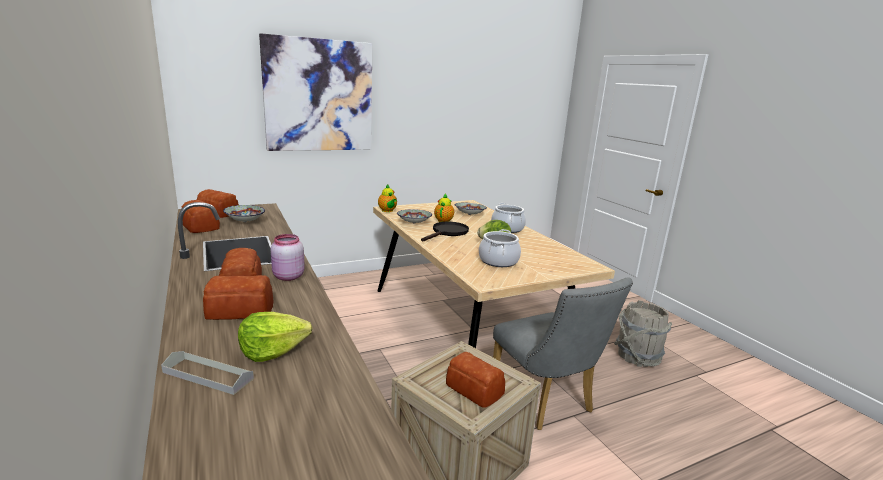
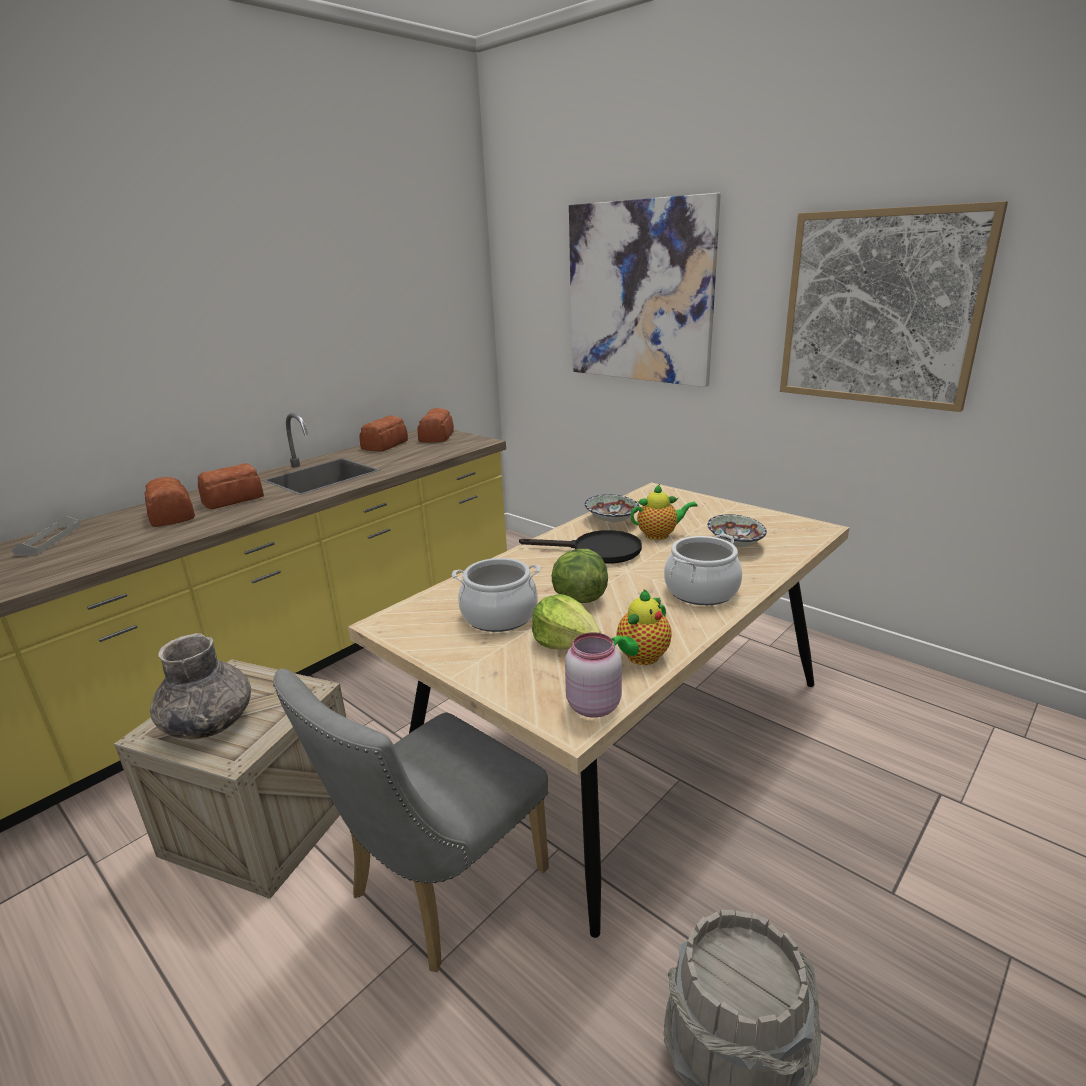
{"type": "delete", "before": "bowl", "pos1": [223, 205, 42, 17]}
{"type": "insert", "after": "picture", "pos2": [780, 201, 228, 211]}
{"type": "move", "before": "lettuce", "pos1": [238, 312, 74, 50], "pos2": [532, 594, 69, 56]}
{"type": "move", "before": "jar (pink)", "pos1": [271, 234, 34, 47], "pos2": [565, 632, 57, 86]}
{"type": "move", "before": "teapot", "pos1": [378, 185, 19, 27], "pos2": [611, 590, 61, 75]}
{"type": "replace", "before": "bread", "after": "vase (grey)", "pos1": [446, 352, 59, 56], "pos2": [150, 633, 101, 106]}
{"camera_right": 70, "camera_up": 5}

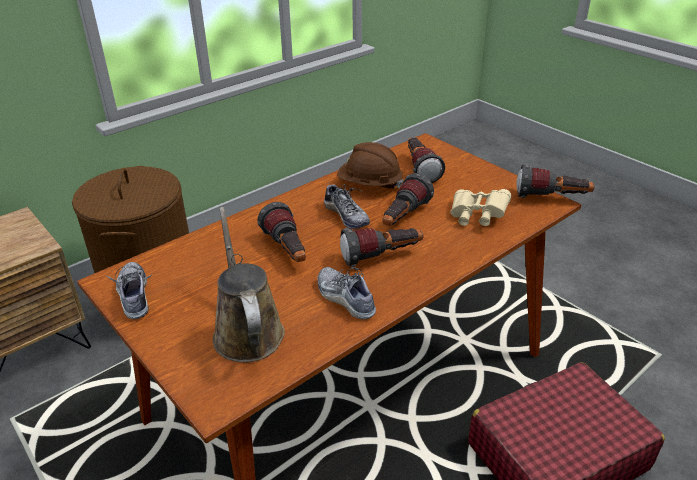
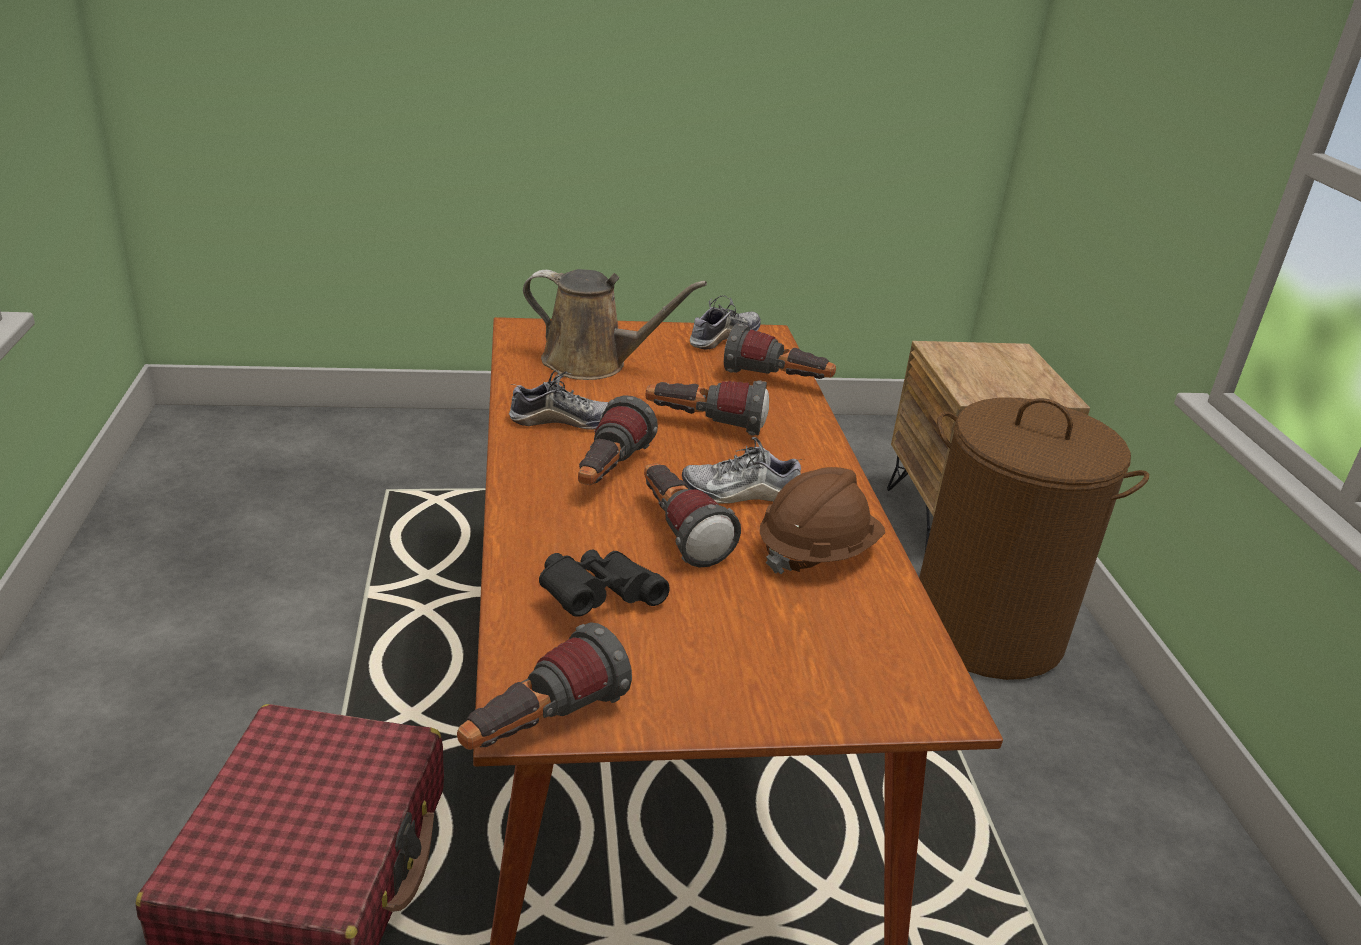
{"type": "move", "before": "flashlight", "pos1": [408, 137, 37, 46], "pos2": [724, 323, 112, 56]}
{"type": "recolor", "before": "binoculars (beige)", "after": "binoculars (black)", "pos1": [451, 189, 60, 37], "pos2": [539, 550, 131, 67]}
{"type": "rotate", "before": "shoe", "pos1": [107, 262, 45, 57], "pos2": [690, 295, 71, 55], "turn": -60}
{"camera_right": 120, "camera_up": -5}

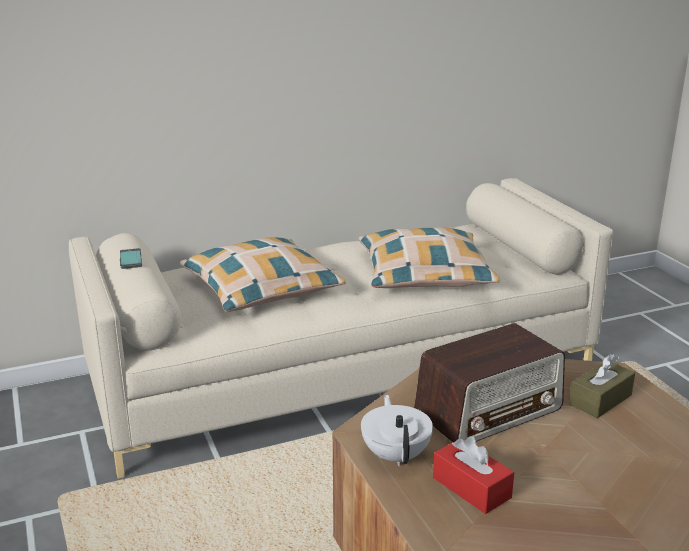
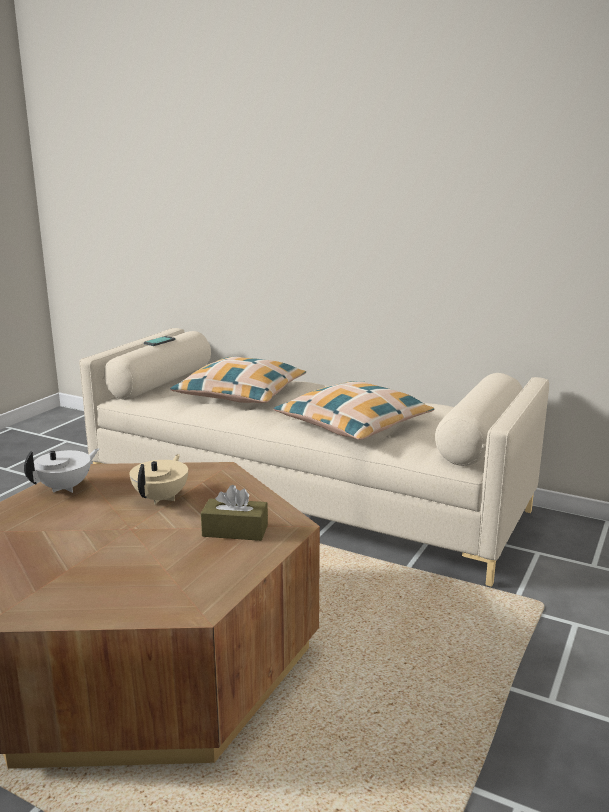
{"type": "delete", "before": "tissue box (red)", "pos1": [433, 436, 81, 78]}
{"type": "replace", "before": "radio", "after": "teapot (beige)", "pos1": [414, 323, 151, 119], "pos2": [130, 454, 58, 51]}
{"camera_right": 50, "camera_up": -5}

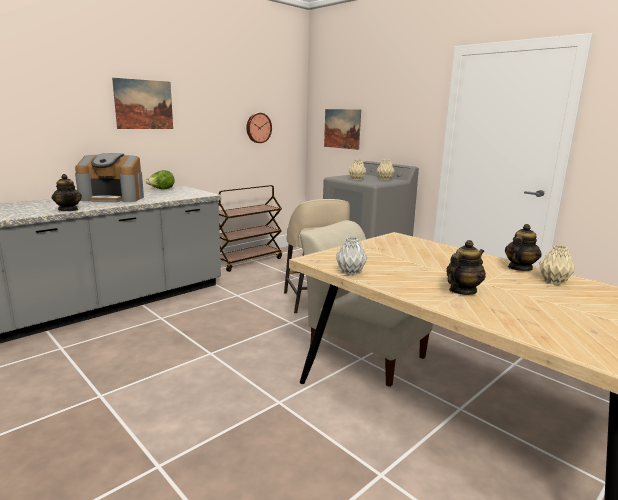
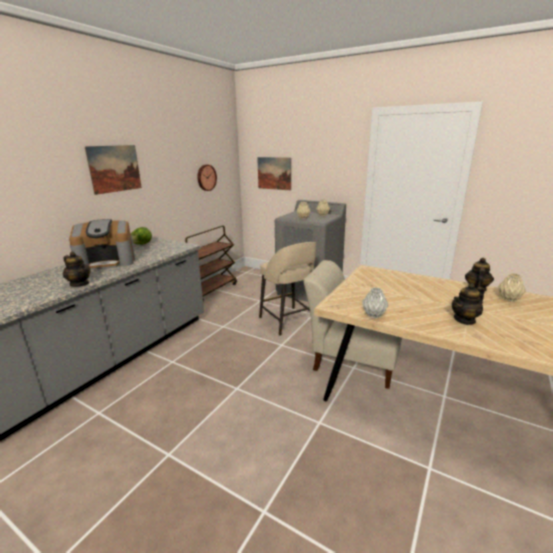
{"type": "rotate", "before": "teapot", "pos1": [446, 240, 40, 55], "pos2": [452, 283, 33, 42], "turn": -150}
{"camera_right": -15, "camera_up": 5}

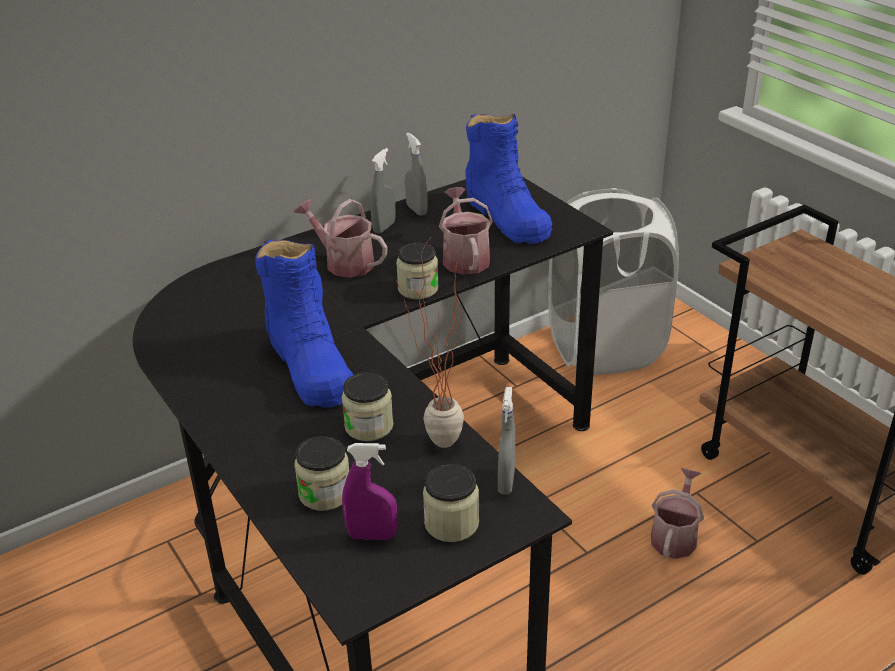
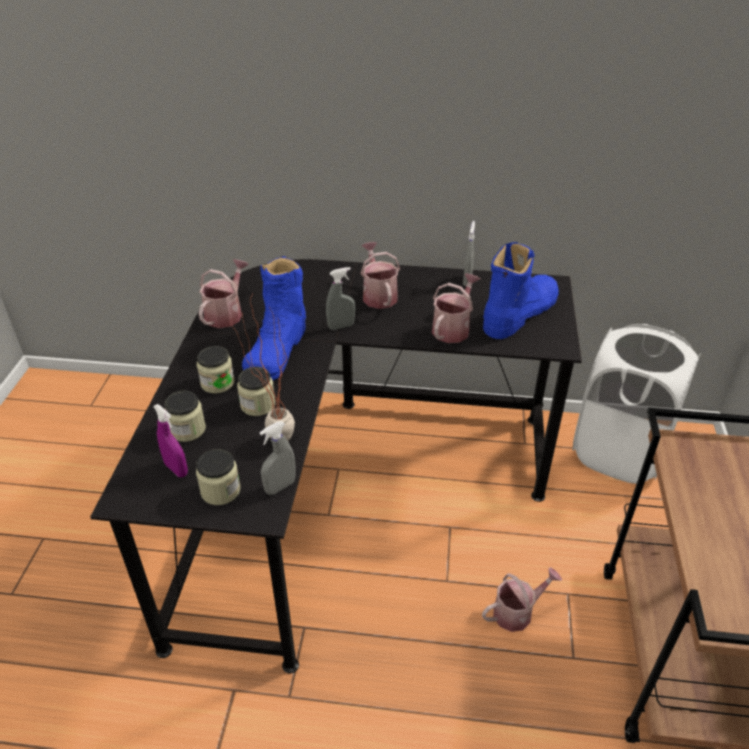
{"type": "insert", "after": "watering can", "pos2": [199, 259, 50, 69]}
{"type": "move", "before": "spray bottle (grey)", "pos1": [370, 148, 25, 86], "pos2": [326, 267, 29, 63]}
{"type": "move", "before": "jar", "pos1": [396, 242, 43, 57], "pos2": [197, 346, 38, 48]}
{"type": "rotate", "before": "boot (blue)", "pos1": [466, 114, 86, 130], "pos2": [483, 242, 76, 97], "turn": -150}
{"camera_right": 40, "camera_up": 5}

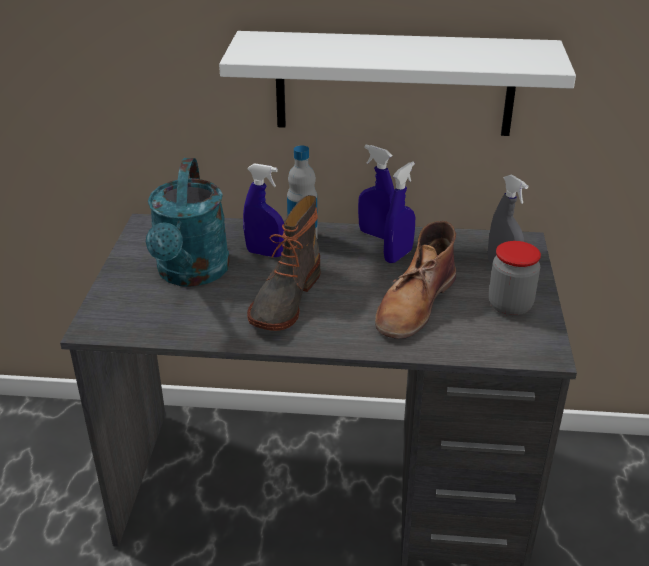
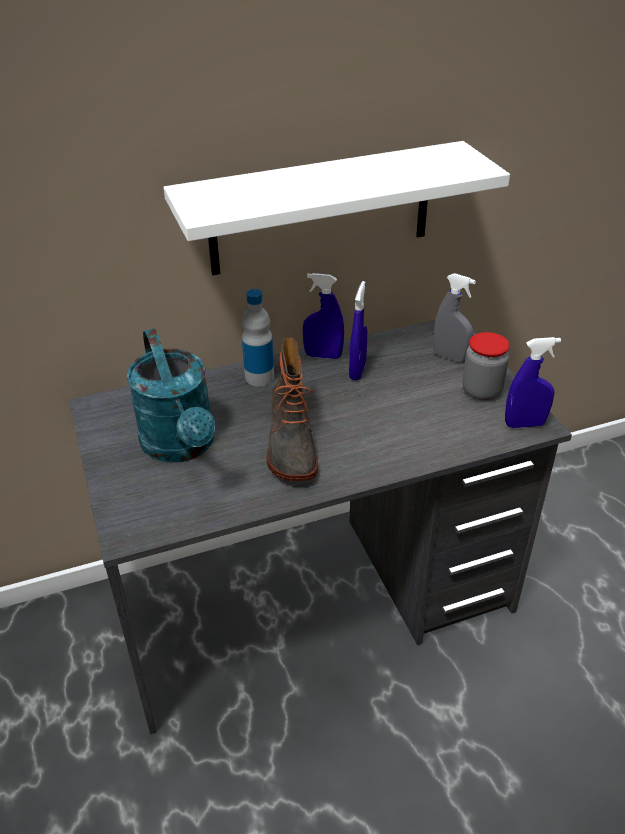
{"type": "delete", "before": "boot (brown)", "pos1": [375, 221, 81, 118]}
{"type": "move", "before": "spray bottle (blue)", "pos1": [243, 163, 41, 94], "pos2": [505, 337, 56, 91]}
{"camera_right": -25, "camera_up": 5}

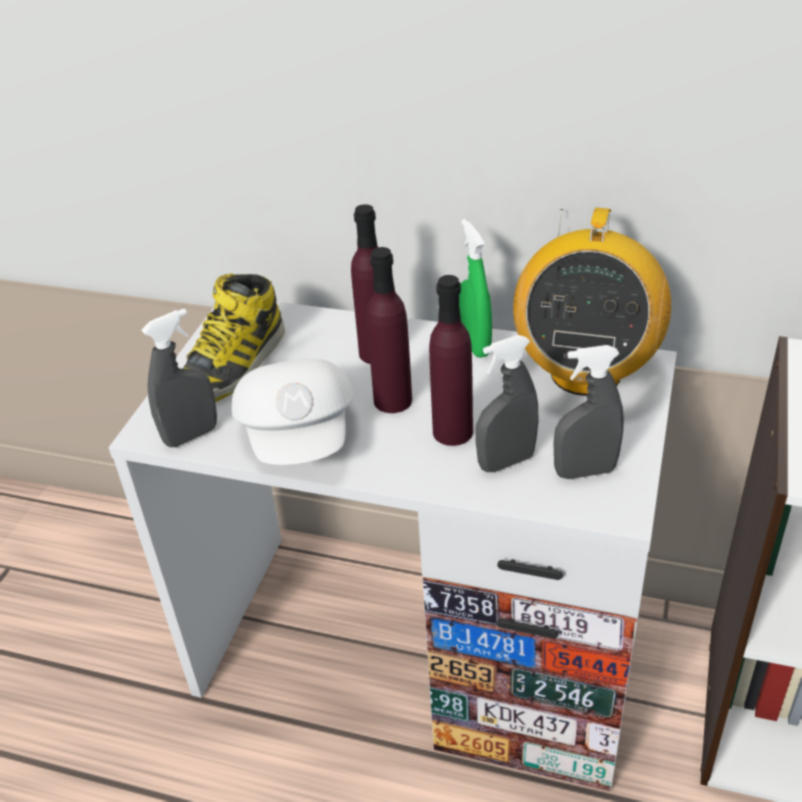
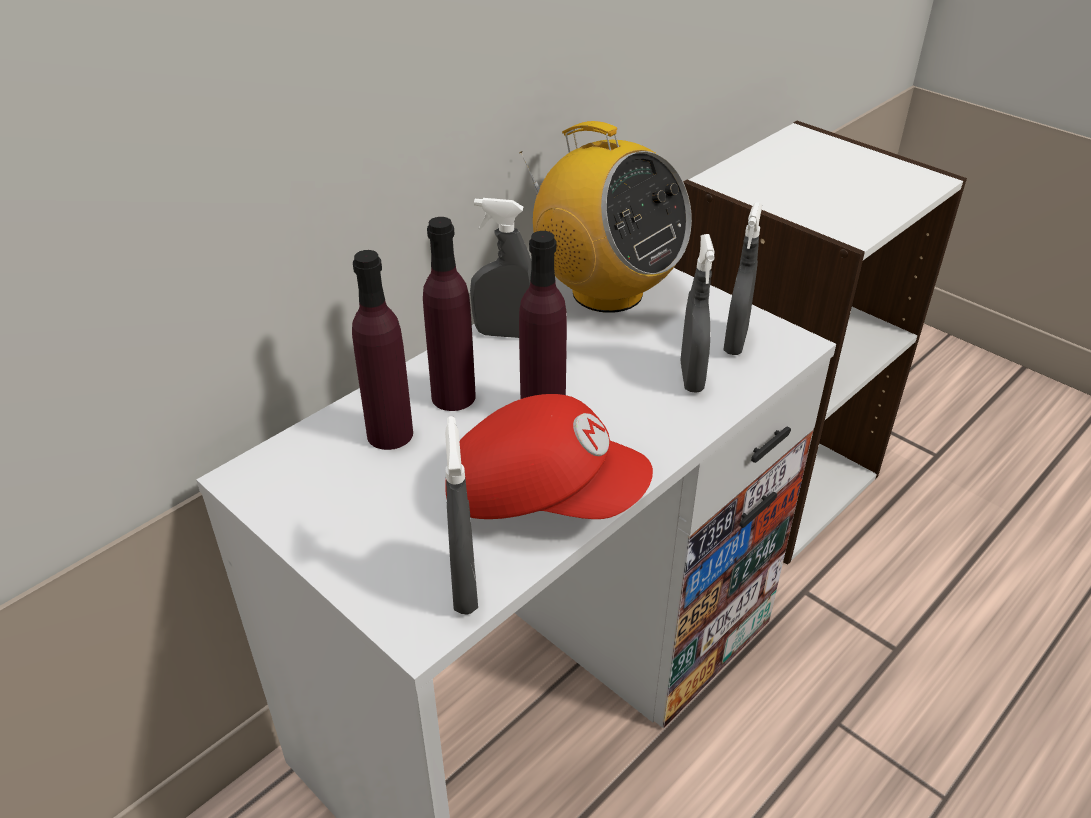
{"type": "delete", "before": "boot", "pos1": [183, 274, 102, 128]}
{"type": "move", "before": "bottle (purple)", "pos1": [429, 275, 44, 171], "pos2": [352, 250, 61, 200]}
{"type": "recolor", "before": "cap (white)", "after": "cap (red)", "pos1": [231, 359, 123, 106], "pos2": [445, 394, 208, 125]}
{"type": "recolor", "before": "spray bottle (green)", "after": "spray bottle (grey)", "pos1": [459, 219, 33, 139], "pos2": [470, 198, 62, 140]}
{"camera_right": -65, "camera_up": 0}

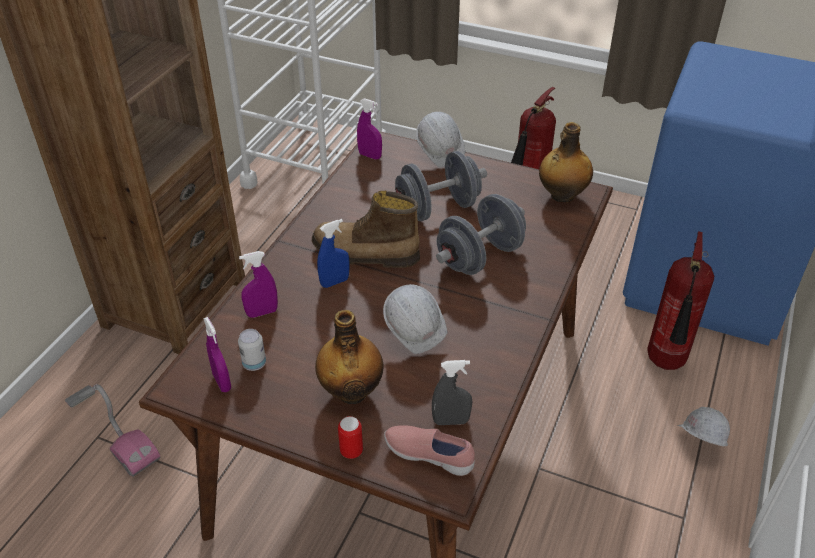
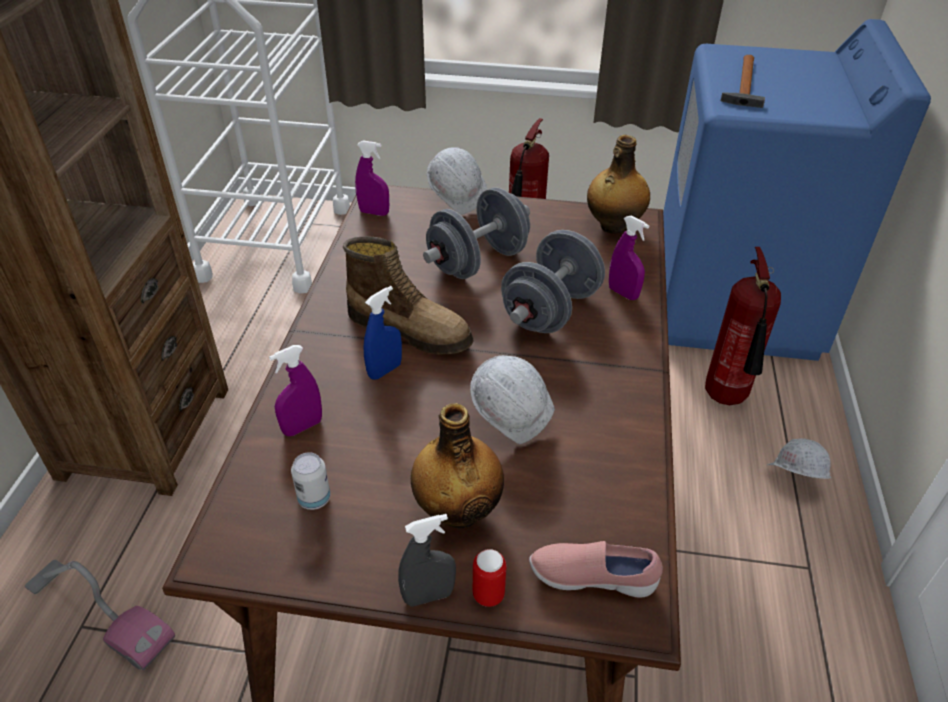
{"type": "insert", "after": "hammer", "pos2": [721, 55, 44, 53]}
{"type": "move", "before": "spray bottle (purple)", "pos1": [203, 317, 28, 75], "pos2": [609, 216, 40, 84]}
{"type": "move", "before": "spray bottle (grey)", "pos1": [432, 360, 40, 65], "pos2": [398, 514, 58, 93]}
{"type": "rotate", "before": "boot", "pos1": [312, 191, 108, 77], "pos2": [343, 236, 131, 118], "turn": -150}
{"camera_right": -15, "camera_up": 0}

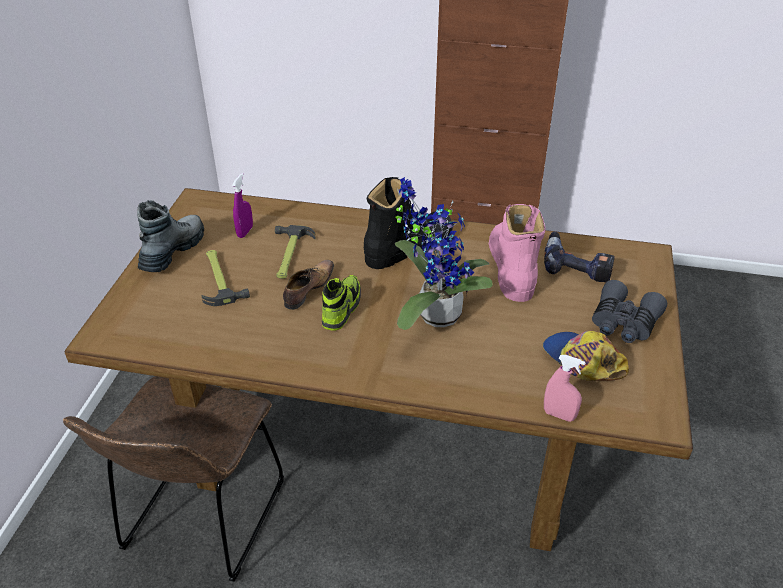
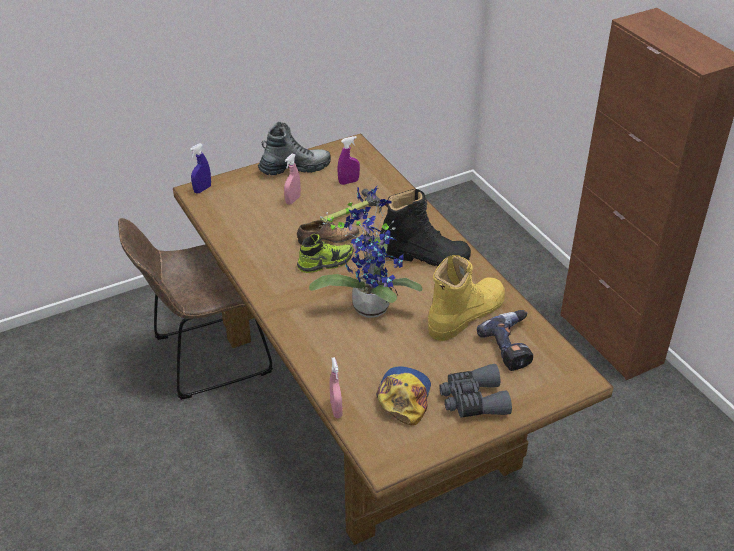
{"type": "insert", "after": "spray bottle (blue)", "pos2": [189, 143, 22, 51]}
{"type": "replace", "before": "hammer", "after": "spray bottle (pink)", "pos1": [201, 250, 49, 56], "pos2": [284, 154, 17, 51]}
{"type": "recolor", "before": "boot (pink)", "after": "boot (yellow)", "pos1": [489, 204, 56, 98], "pos2": [428, 255, 77, 86]}
{"camera_right": 50, "camera_up": 0}

